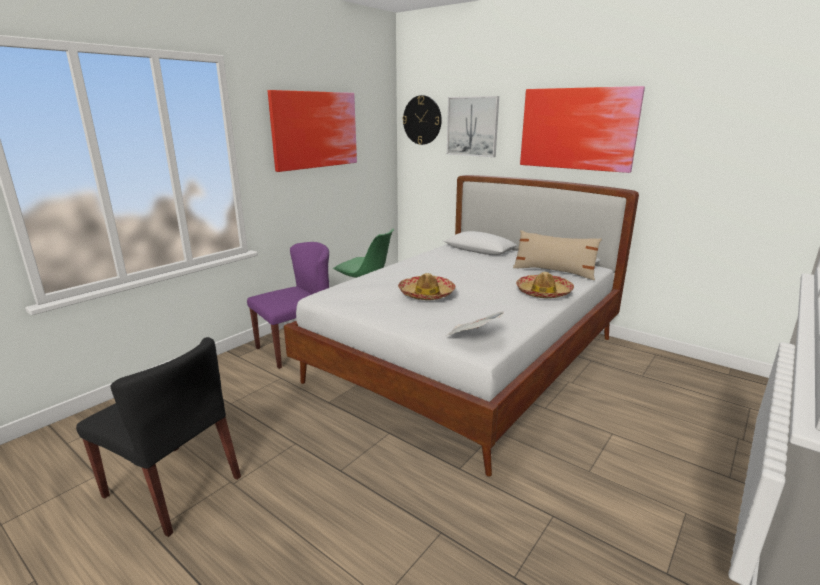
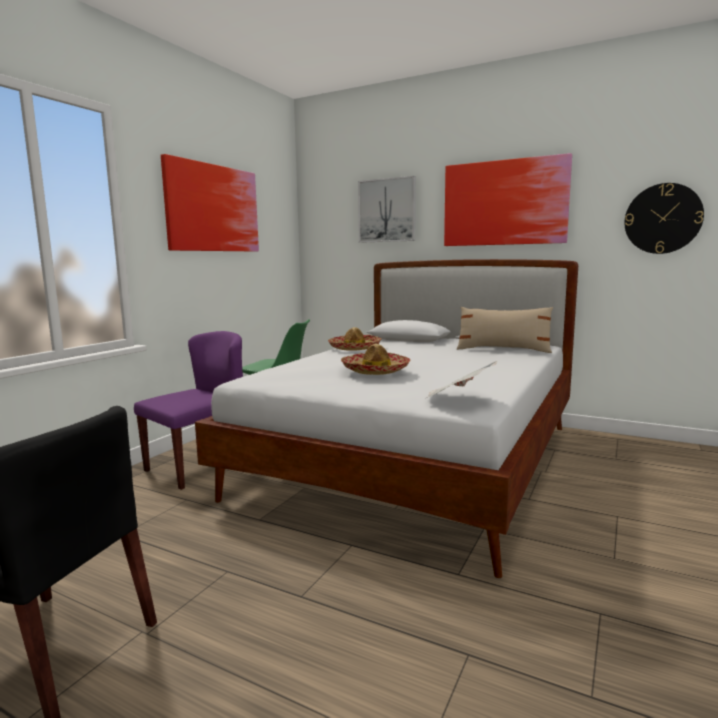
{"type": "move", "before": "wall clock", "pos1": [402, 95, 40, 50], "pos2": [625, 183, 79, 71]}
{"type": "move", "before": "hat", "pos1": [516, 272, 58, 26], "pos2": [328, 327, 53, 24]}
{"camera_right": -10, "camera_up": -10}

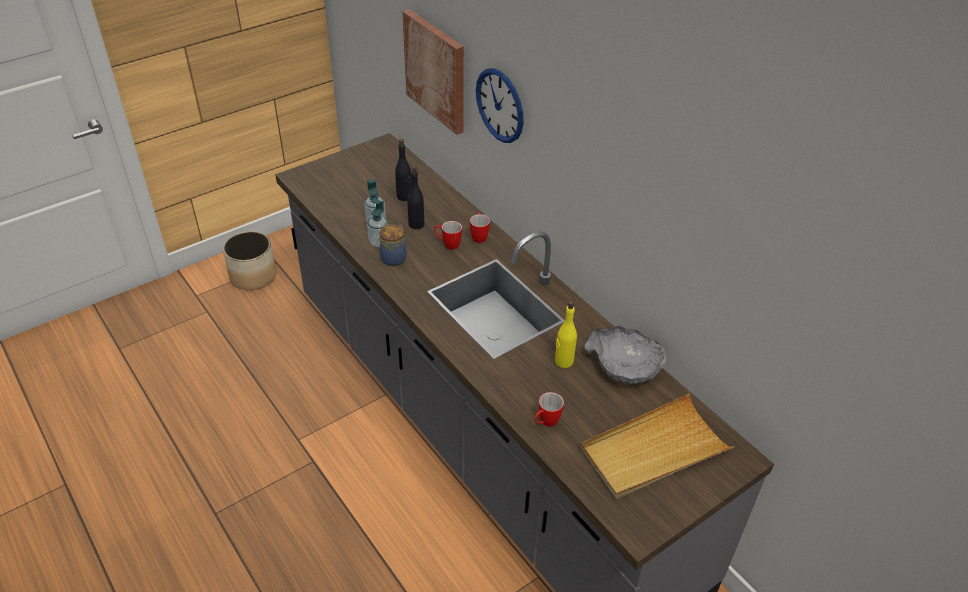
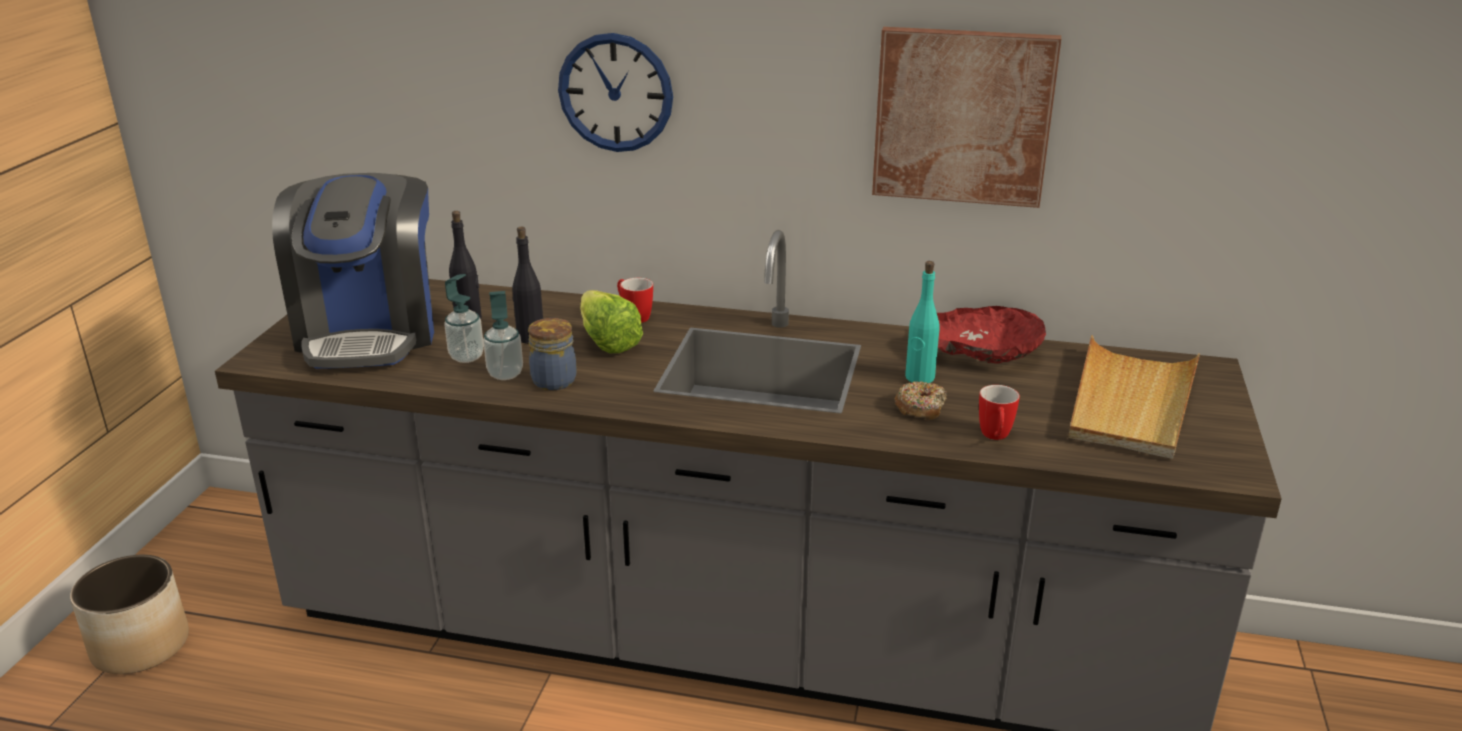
{"type": "insert", "after": "coffee machine", "pos2": [272, 173, 162, 196]}
{"type": "insert", "after": "donut", "pos2": [894, 381, 53, 39]}
{"type": "move", "before": "picture", "pos1": [402, 9, 62, 126], "pos2": [872, 27, 189, 181]}
{"type": "replace", "before": "mug", "after": "lettuce", "pos1": [434, 221, 28, 29], "pos2": [580, 290, 63, 63]}
{"type": "recolor", "before": "bottle (yellow)", "after": "bottle (turquoise)", "pos1": [555, 301, 22, 67], "pos2": [905, 261, 34, 122]}
{"type": "recolor", "before": "bowl (grey)", "after": "bowl (red)", "pos1": [585, 325, 81, 59], "pos2": [937, 306, 109, 58]}
{"camera_right": -40, "camera_up": -15}

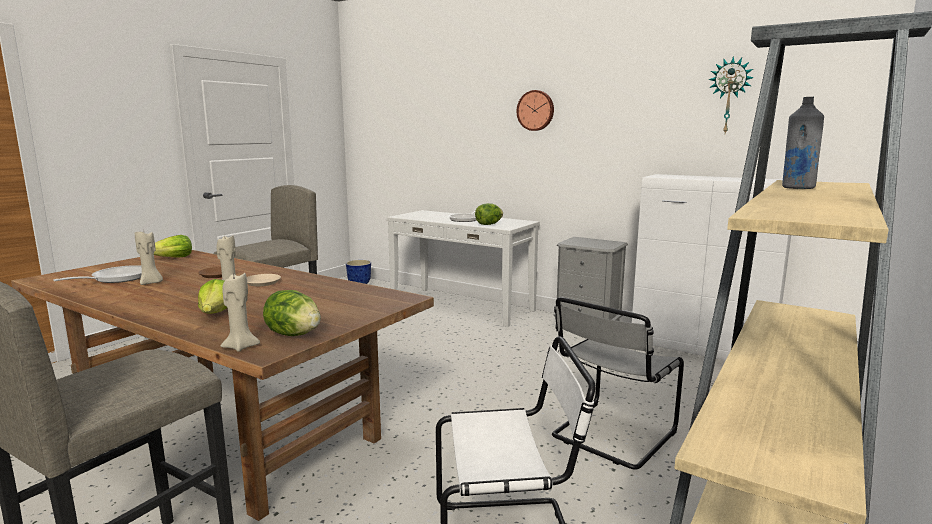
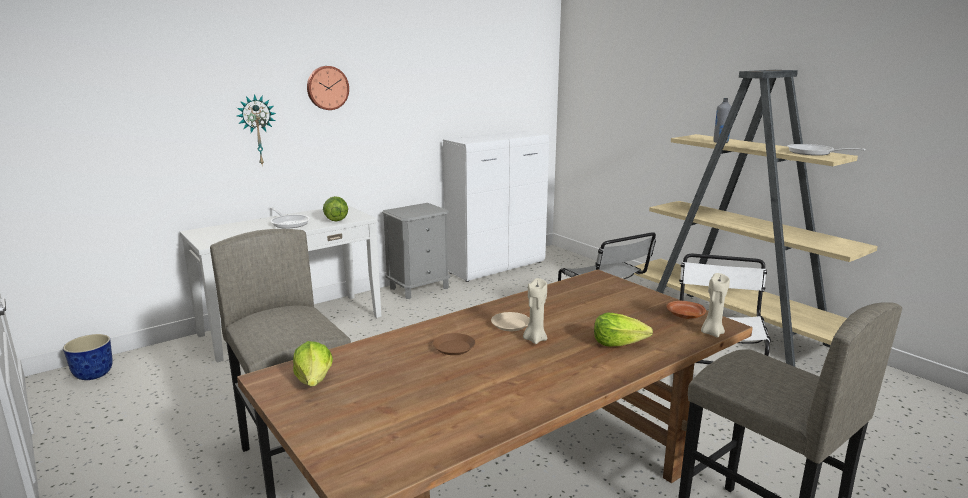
{"type": "delete", "before": "candle (beige)", "pos1": [135, 232, 28, 53]}
{"type": "move", "before": "frying pan", "pos1": [53, 265, 89, 18], "pos2": [787, 144, 79, 12]}
{"type": "move", "before": "wall clock", "pos1": [708, 56, 46, 77], "pos2": [237, 94, 39, 70]}
{"type": "replace", "before": "lettuce", "after": "plate (brown)", "pos1": [263, 290, 58, 46], "pos2": [667, 301, 39, 18]}
{"camera_right": -70, "camera_up": 5}

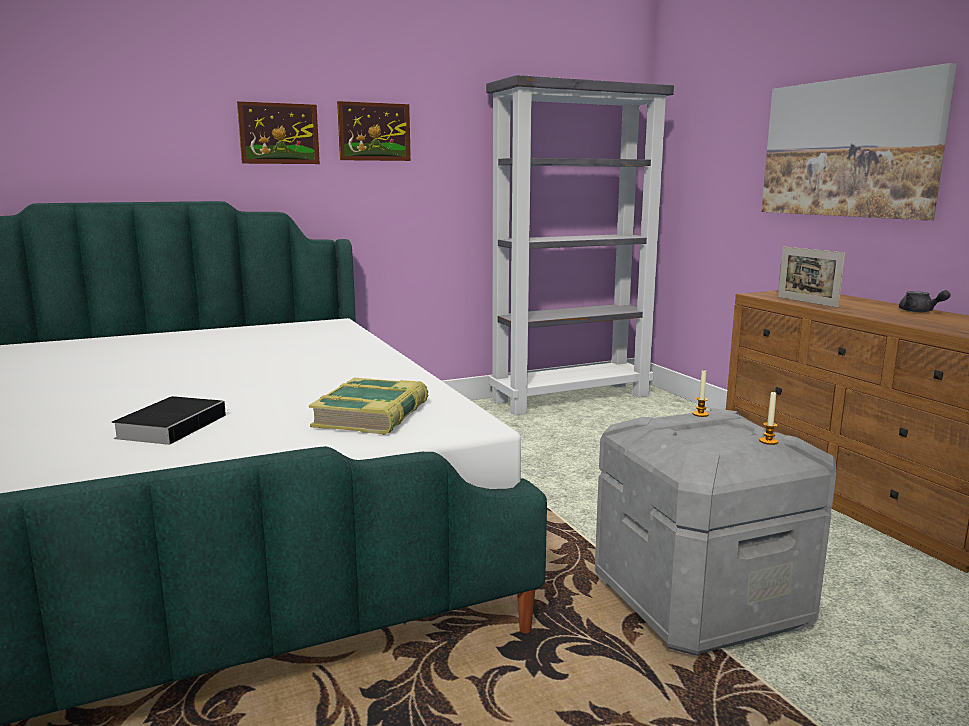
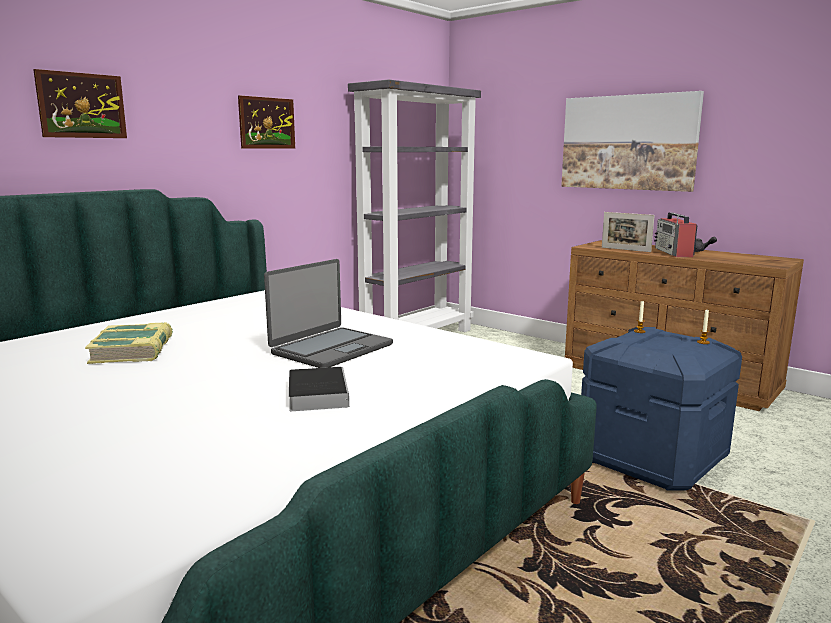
{"type": "insert", "after": "laptop", "pos2": [264, 259, 129, 109]}
{"type": "insert", "after": "radio", "pos2": [654, 212, 44, 45]}
{"type": "move", "before": "picture", "pos1": [237, 101, 83, 63], "pos2": [33, 69, 94, 69]}
{"type": "move", "before": "book", "pos1": [308, 378, 120, 57], "pos2": [85, 322, 88, 42]}
{"type": "recolor", "before": "storage box (grey)", "after": "storage box (blue)", "pos1": [595, 408, 241, 248], "pos2": [581, 327, 161, 164]}
{"camera_right": -25, "camera_up": 0}

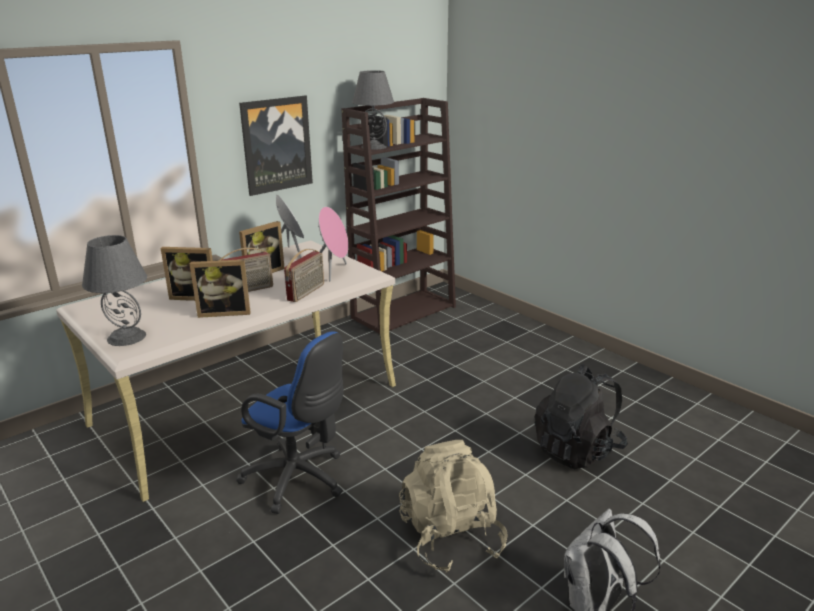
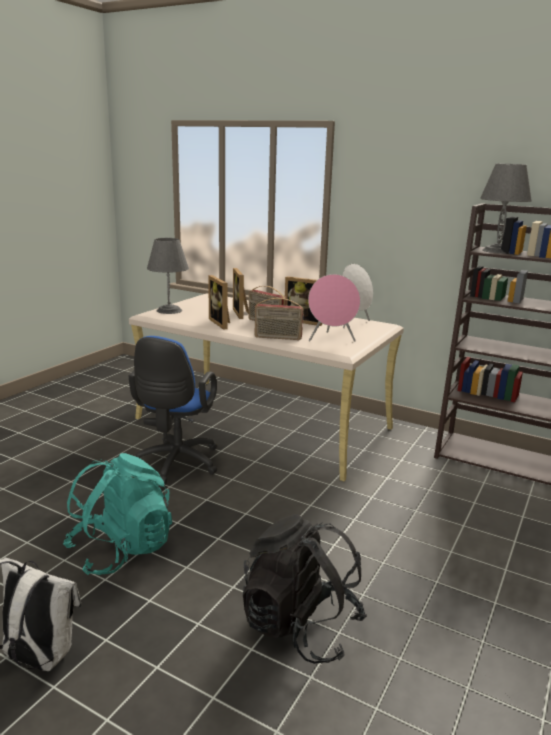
{"type": "delete", "before": "picture", "pos1": [239, 96, 74, 100]}
{"type": "recolor", "before": "backpack (beige)", "after": "backpack (turquoise)", "pos1": [399, 440, 109, 133], "pos2": [63, 453, 109, 122]}
{"camera_right": 70, "camera_up": -5}

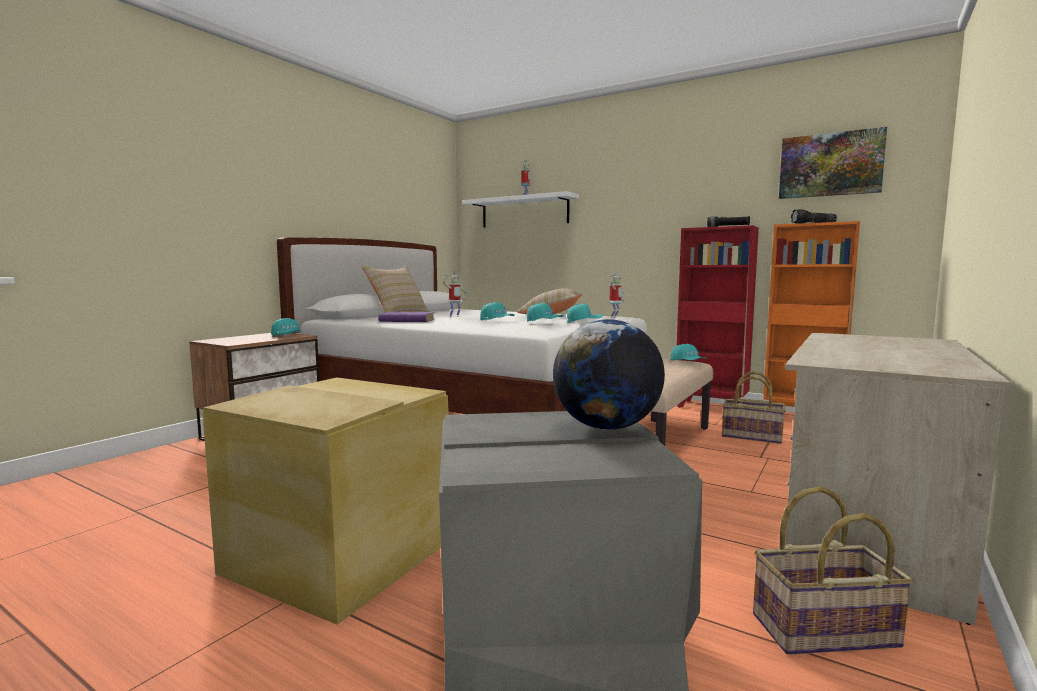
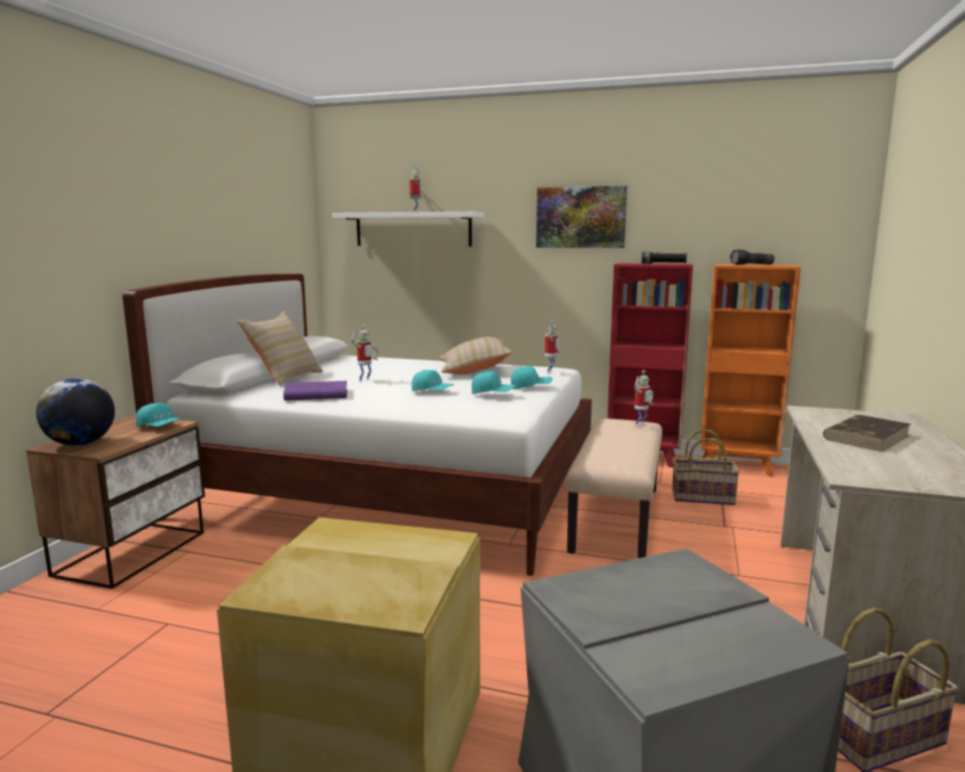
{"type": "insert", "after": "book (brown)", "pos2": [823, 415, 88, 37]}
{"type": "move", "before": "globe", "pos1": [553, 319, 112, 111], "pos2": [36, 378, 79, 68]}
{"type": "move", "before": "picture", "pos1": [779, 127, 108, 72], "pos2": [536, 186, 91, 62]}
{"type": "replace", "before": "cap (turquoise)", "after": "toy robot", "pos1": [671, 344, 35, 17], "pos2": [634, 371, 20, 55]}
{"camera_right": -15, "camera_up": 5}

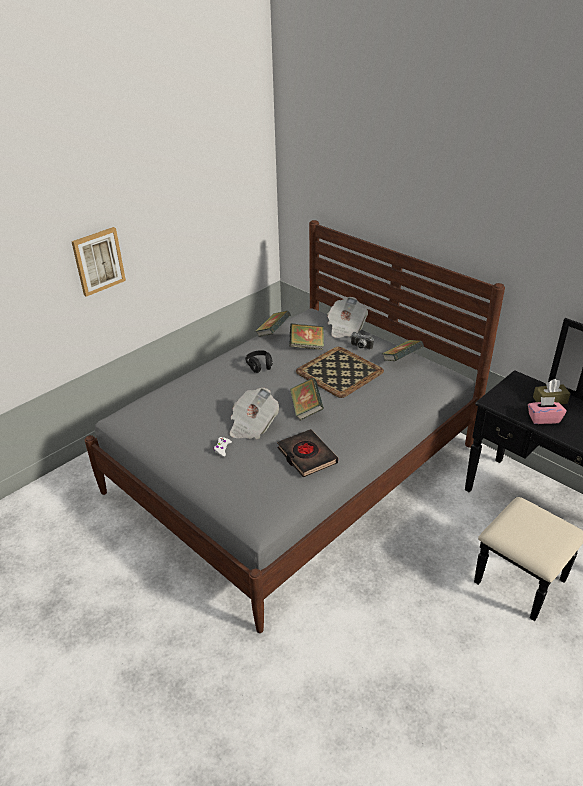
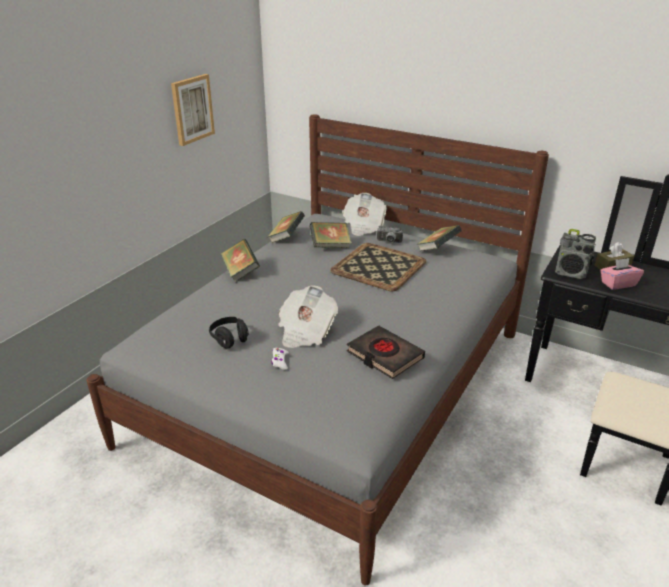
{"type": "insert", "after": "radio", "pos2": [555, 229, 41, 50]}
{"type": "move", "before": "picture", "pos1": [72, 227, 54, 70], "pos2": [171, 74, 44, 72]}
{"type": "move", "before": "headphones (black)", "pos1": [245, 350, 28, 23], "pos2": [209, 317, 40, 31]}
{"type": "move", "before": "book", "pos1": [290, 378, 34, 42], "pos2": [221, 239, 39, 43]}
{"camera_right": -15, "camera_up": -5}

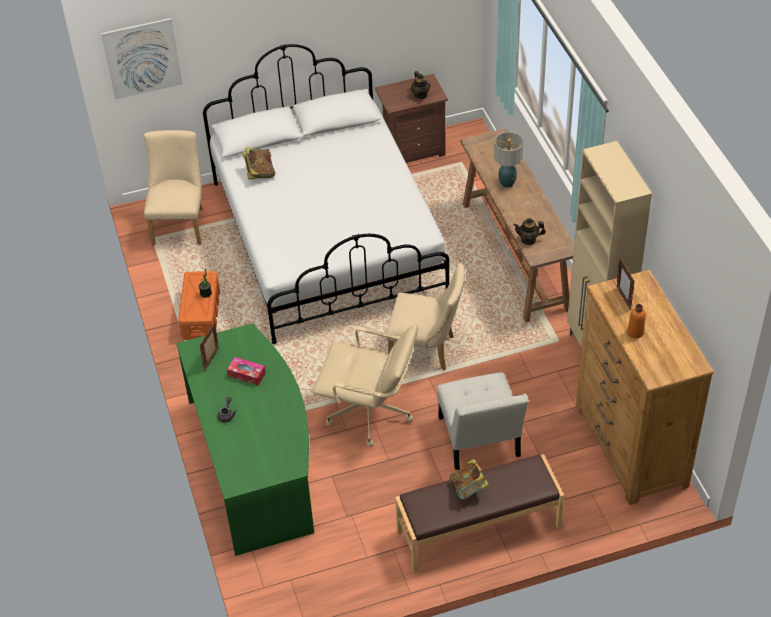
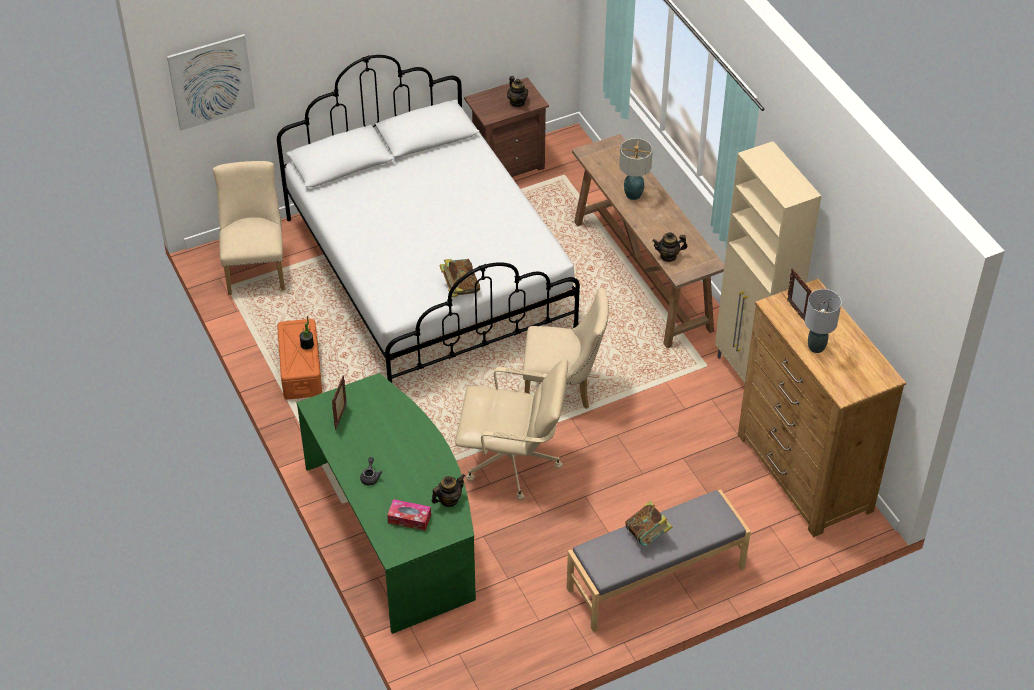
{"type": "delete", "before": "chair (white)", "pos1": [437, 372, 92, 98]}
{"type": "insert", "after": "teapot", "pos2": [432, 474, 33, 33]}
{"type": "move", "before": "tissue box", "pos1": [227, 357, 39, 29], "pos2": [387, 499, 44, 32]}
{"type": "move", "before": "book", "pos1": [242, 147, 33, 32], "pos2": [439, 259, 41, 38]}
{"type": "replace", "before": "bottle (orange)", "after": "table lamp (grey)", "pos1": [627, 304, 19, 34], "pos2": [805, 289, 37, 64]}
{"type": "recolor", "before": "bench (brown)", "after": "bench (grey)", "pos1": [395, 454, 169, 118], "pos2": [567, 490, 184, 142]}
{"camera_right": -10, "camera_up": 0}

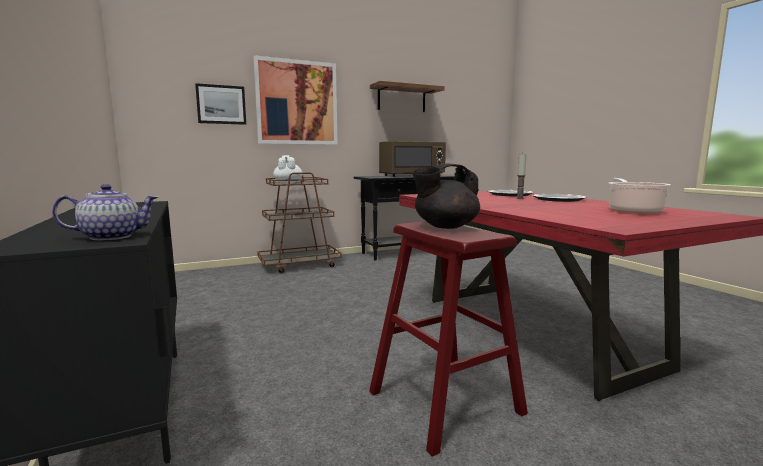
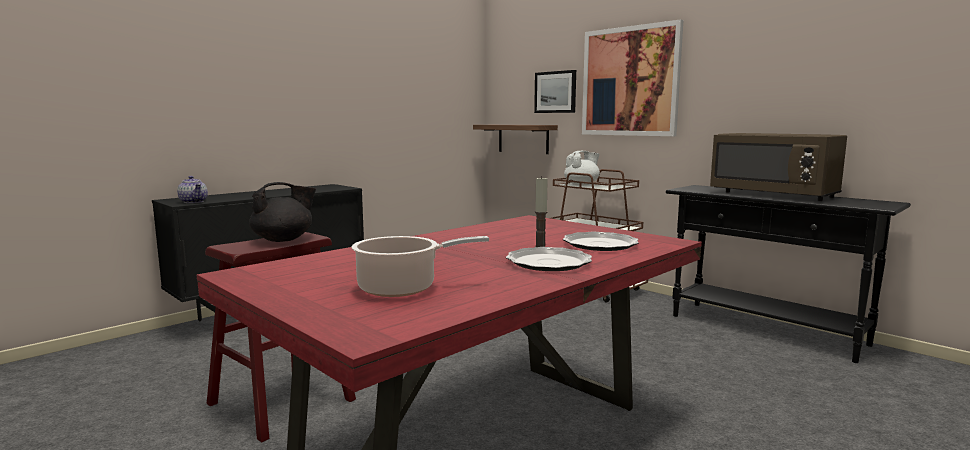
{"type": "move", "before": "shelf", "pos1": [370, 81, 75, 31], "pos2": [473, 125, 85, 29]}
{"type": "rotate", "before": "teapot (black)", "pos1": [412, 164, 68, 65], "pos2": [249, 182, 67, 60], "turn": 105}
{"camera_right": 70, "camera_up": 0}

